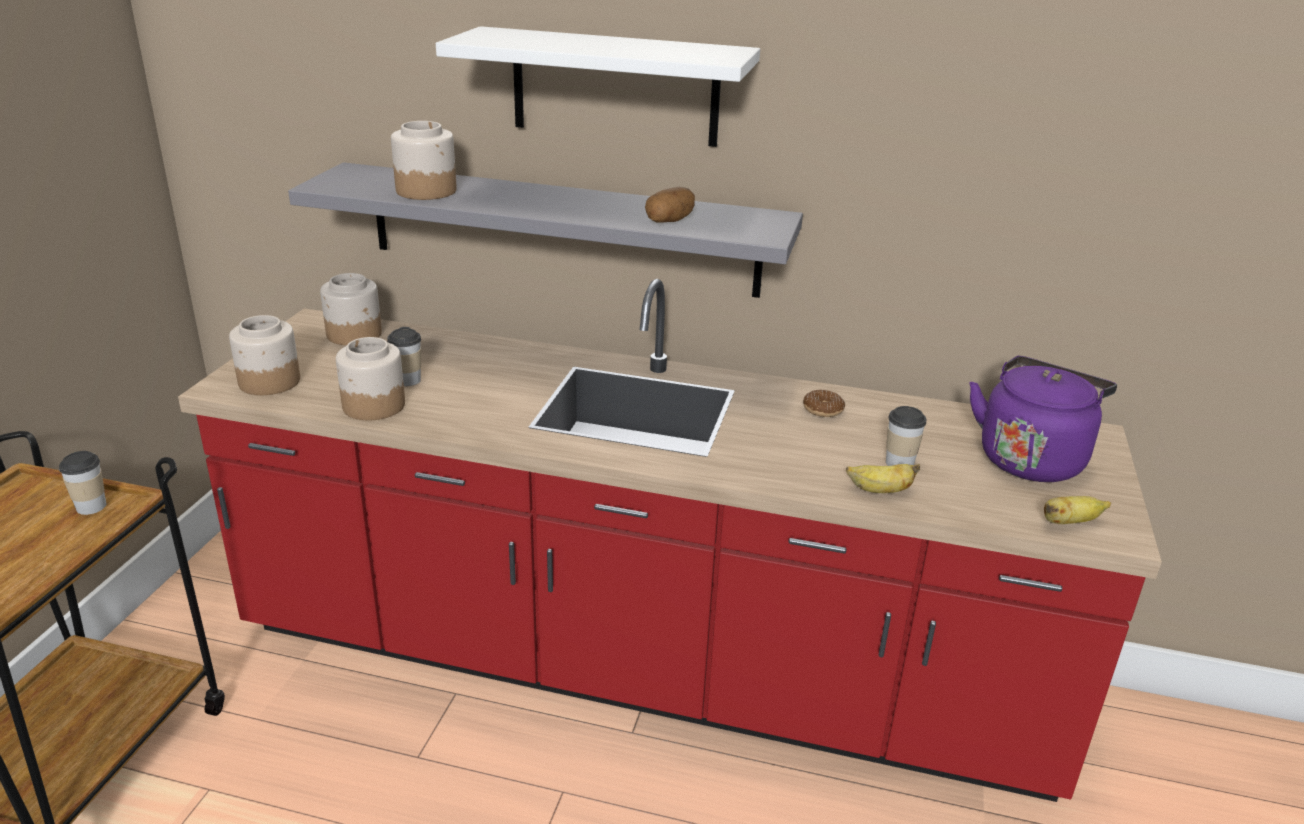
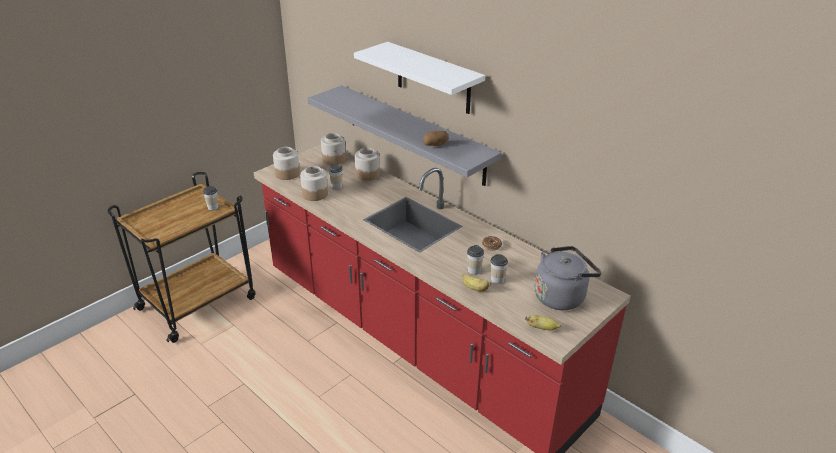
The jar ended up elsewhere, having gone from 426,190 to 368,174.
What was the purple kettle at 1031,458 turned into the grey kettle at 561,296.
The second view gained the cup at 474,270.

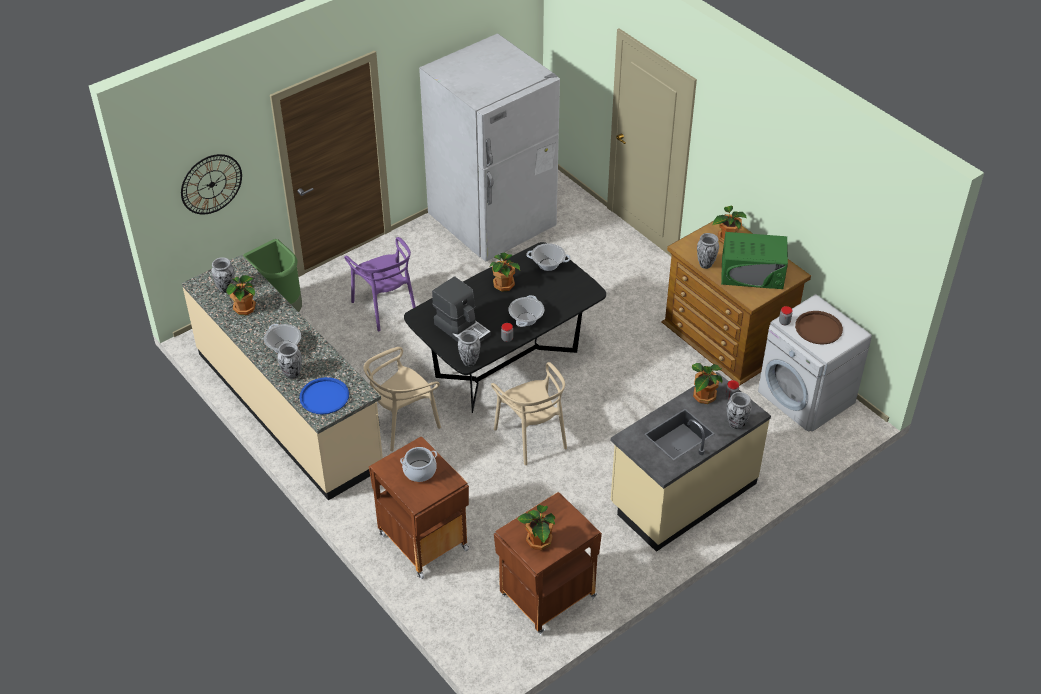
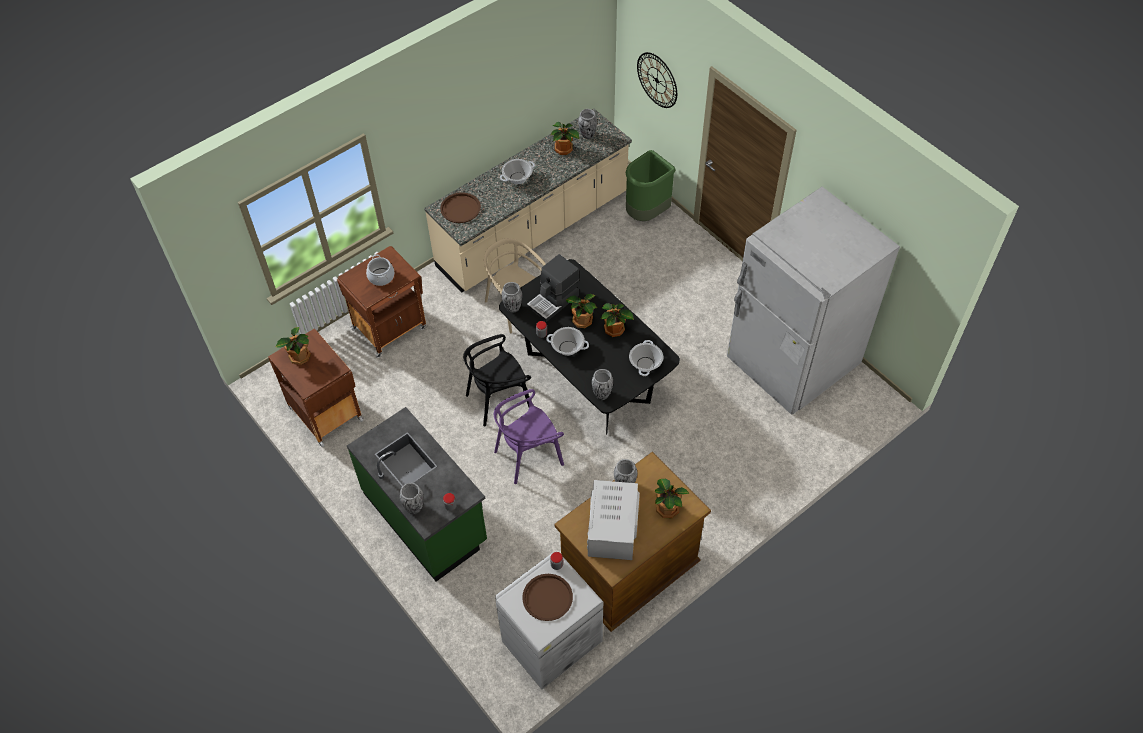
The vase ended up elsewhere, having gone from 292,374 to 602,394.
What was the blue tray at 324,396 turned into the brown tray at 460,208.
The purple chair ended up elsewhere, having gone from 386,307 to 528,455.
What was the beige chair at 532,437 turned into the black chair at 499,400.
What was the beige counter at 682,494 turned into the green counter at 426,517.
The potted plant ended up elsewhere, having gone from 703,396 to 582,320.
What was the green microwave at 752,273 turned into the white microwave at 612,528.

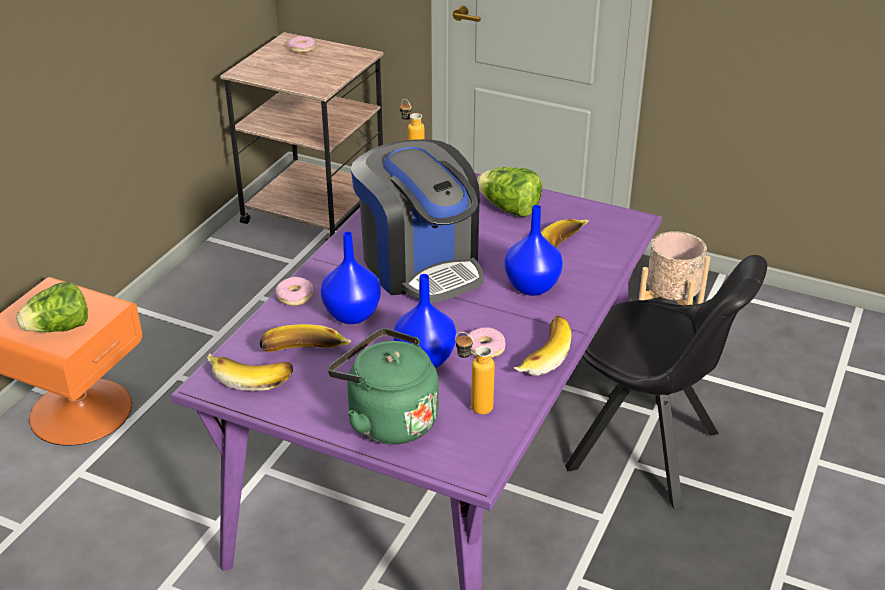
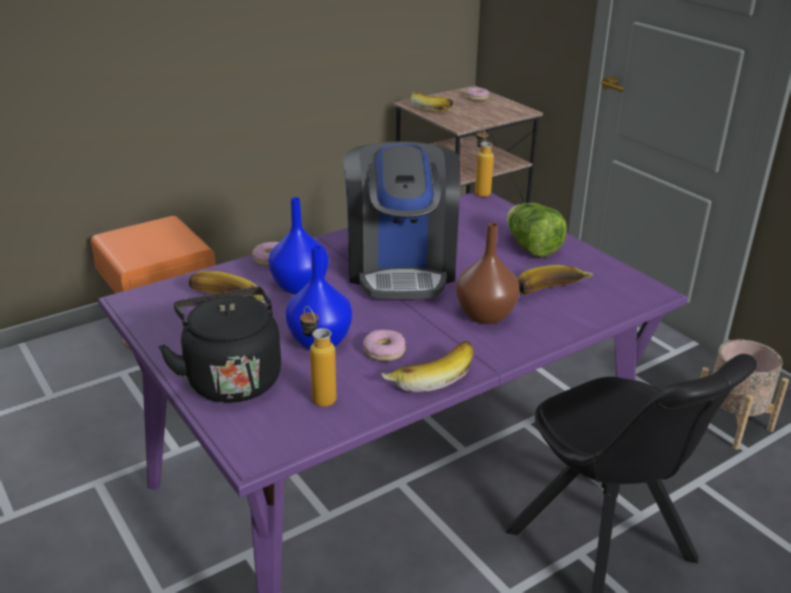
The second view lost the lettuce at 59,329.
The banana ended up elsewhere, having gone from 252,377 to 431,108.
What was the green kettle at 387,419 turned into the black kettle at 232,378.
What was the blue vase at 532,287 turned into the brown vase at 485,316.

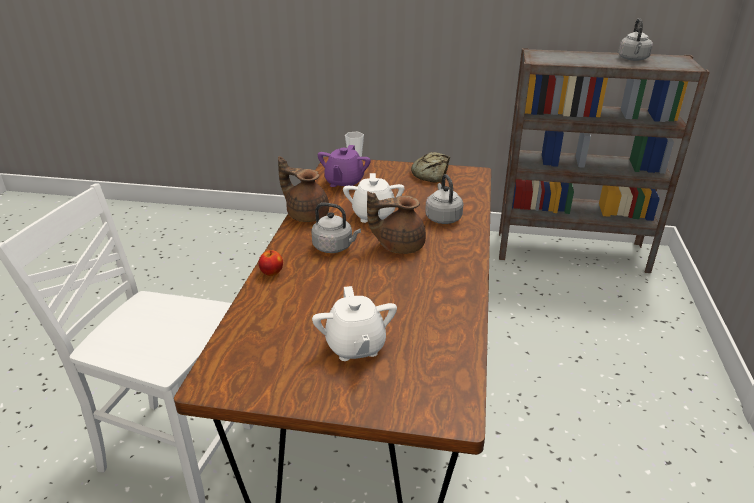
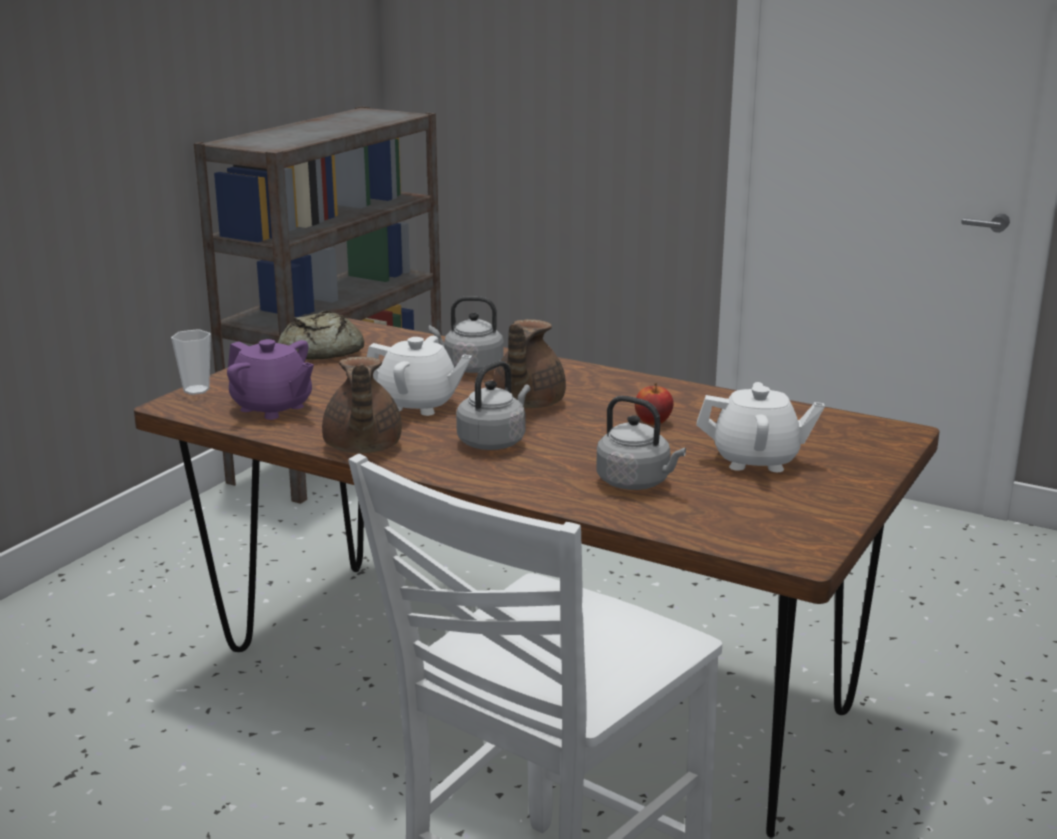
The apple ended up elsewhere, having gone from 271,272 to 653,422.
The brown teapot at 306,214 ended up facing another way, 60 degrees counterclockwise from before.
The grey kettle ended up elsewhere, having gone from 633,59 to 636,482.

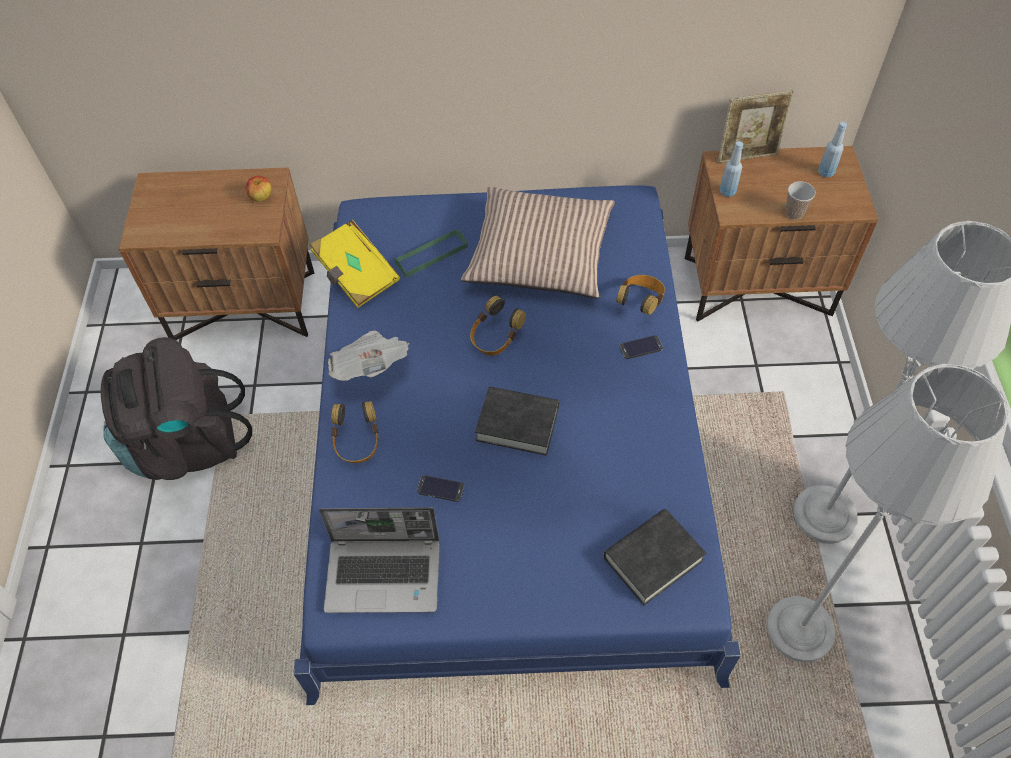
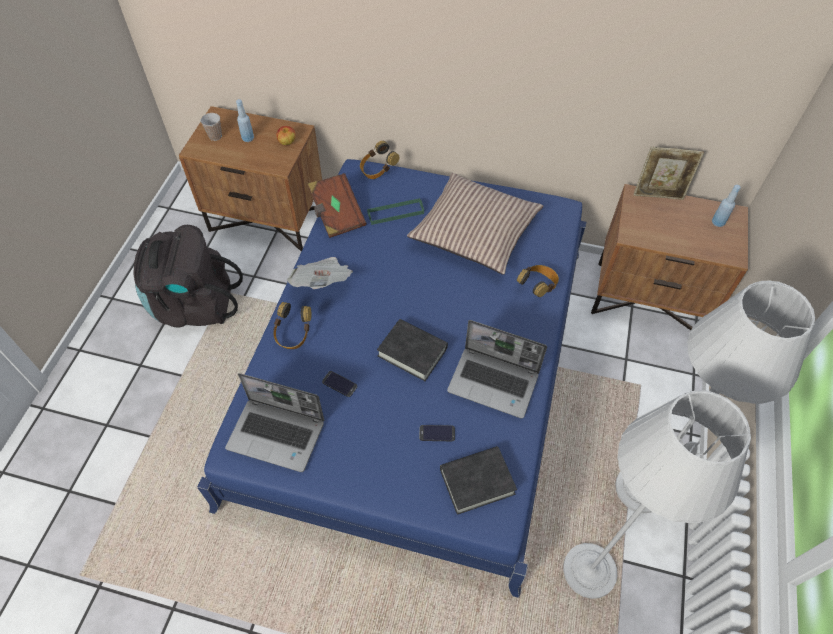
What was the yellow book at 356,275 turned into the brown book at 336,214.
The headphones ended up elsewhere, having gone from 495,338 to 378,170.
The phone ended up elsewhere, having gone from 641,347 to 437,433.
The blue bottle ended up elsewhere, having gone from 727,192 to 248,138.
The cup ended up elsewhere, having gone from 794,213 to 215,136.
The second view gained the laptop at 494,382.

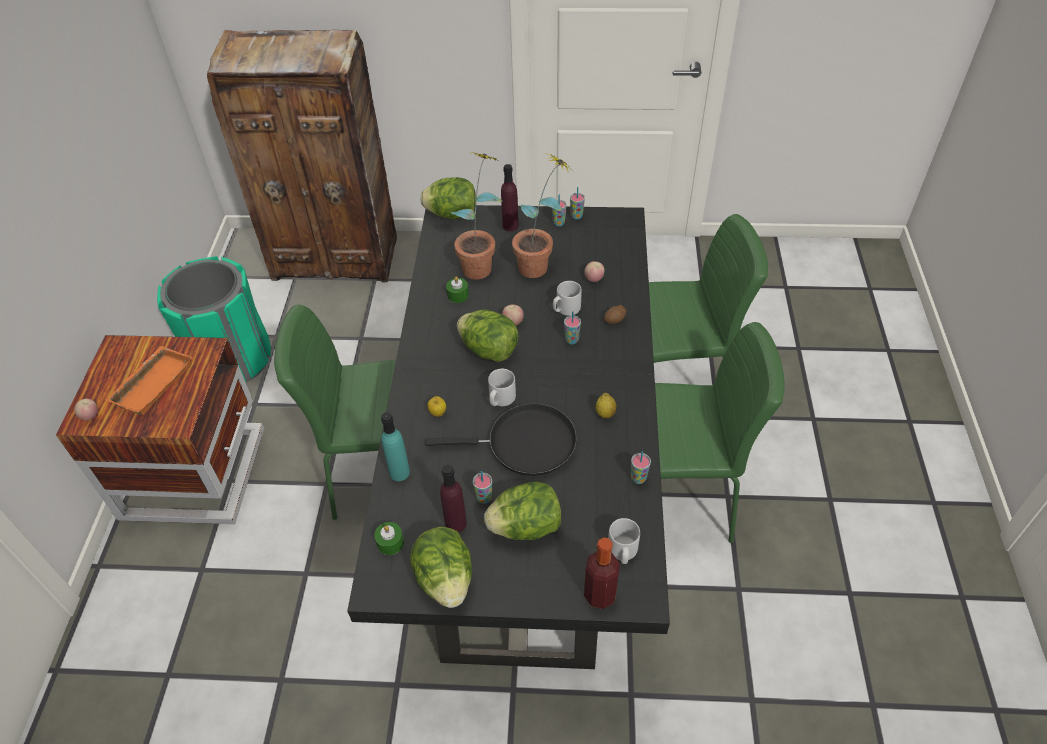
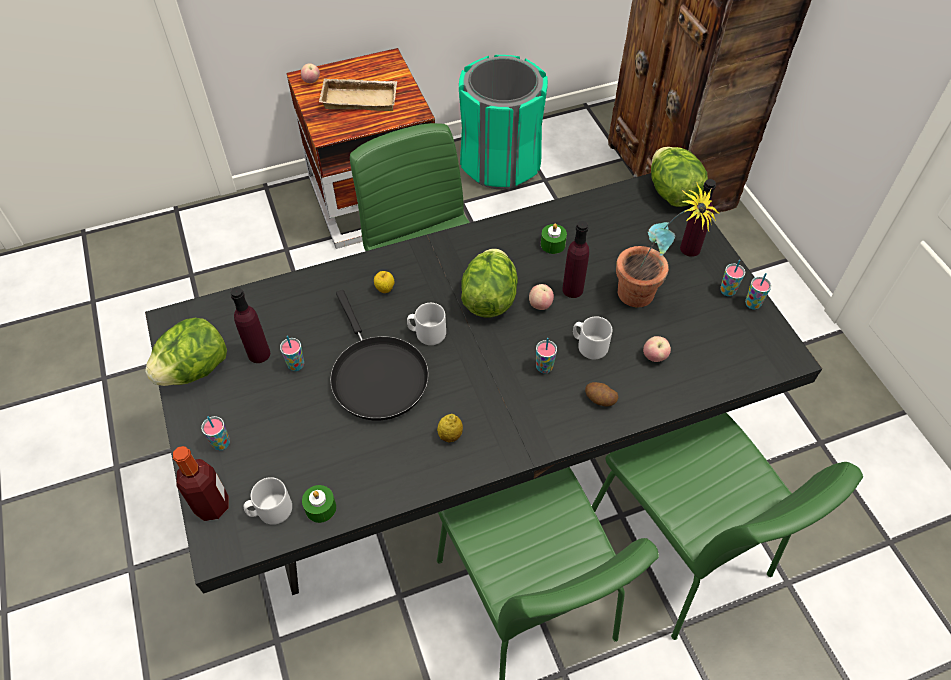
What was the orange tray at 152,383 turned into the beige tray at 361,98.
The green candle ended up elsewhere, having gone from 390,543 to 320,508.
The second view lost the turquoise bottle at 399,472.
The second view lost the potted plant at 481,263.
The second view lost the lettuce at 526,526.
The cup ended up elsewhere, having gone from 638,478 to 221,443.
The second view gained the purple bottle at 572,289.

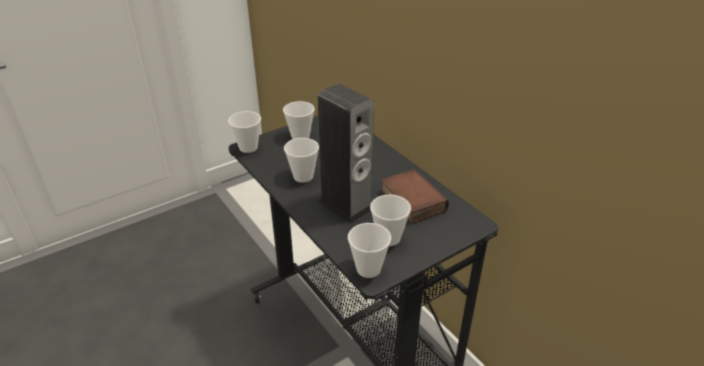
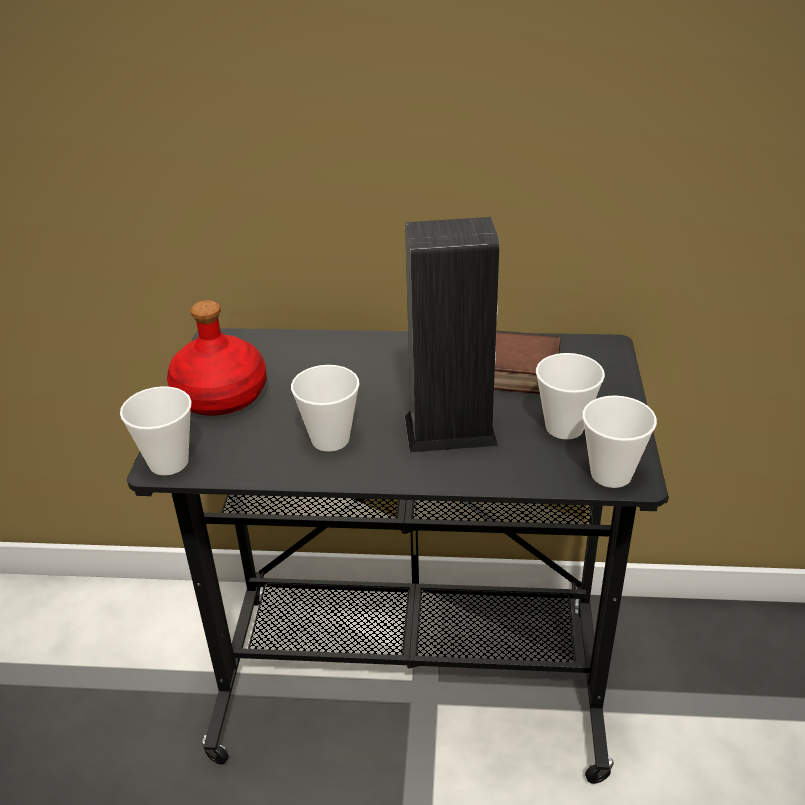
Where the cup stood at 300,136, the red bottle came to stand at 219,396.

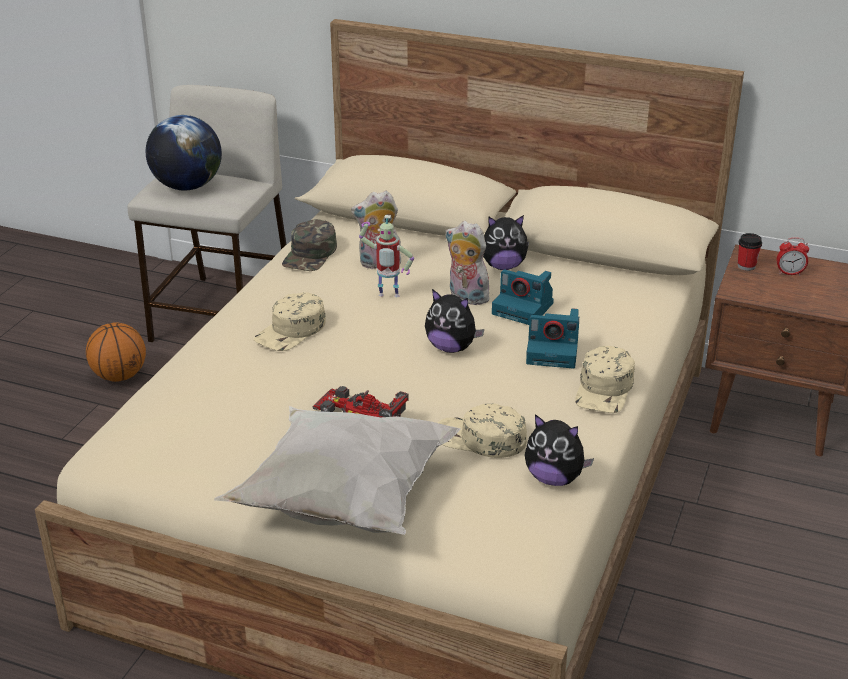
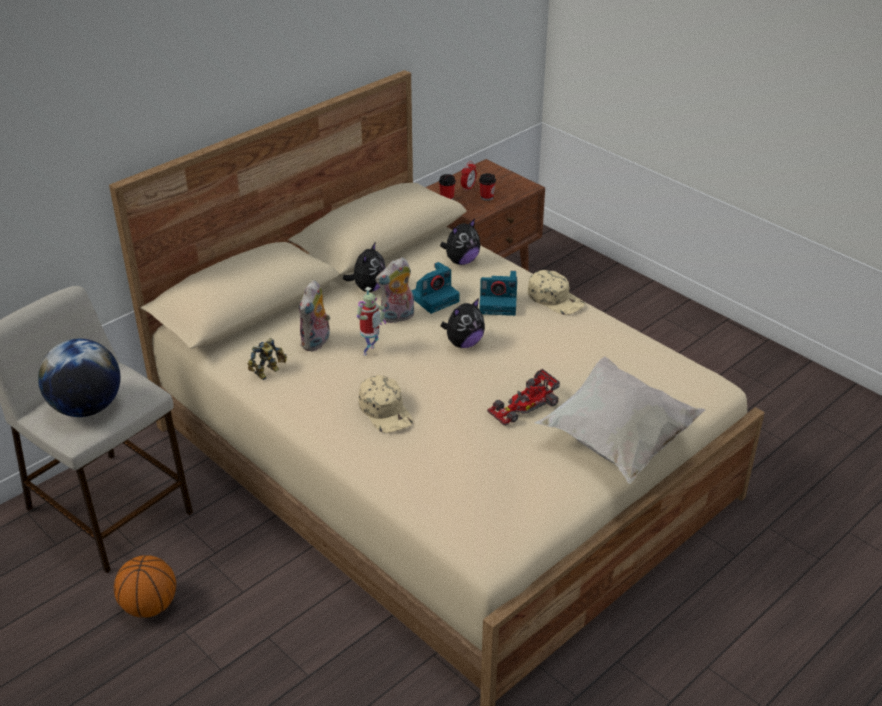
Where the green cap stood at 310,254, the toy robot came to stand at 269,372.
The second view lost the beige cap at 480,439.
The plush toy ended up elsewhere, having gone from 554,478 to 461,261.
The photo camera at 554,351 ended up facing another way, 60 degrees clockwise from before.
The second view gained the cup at 487,197.

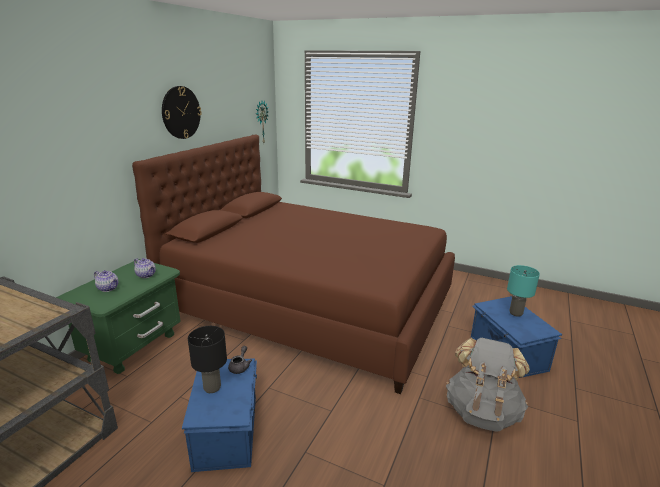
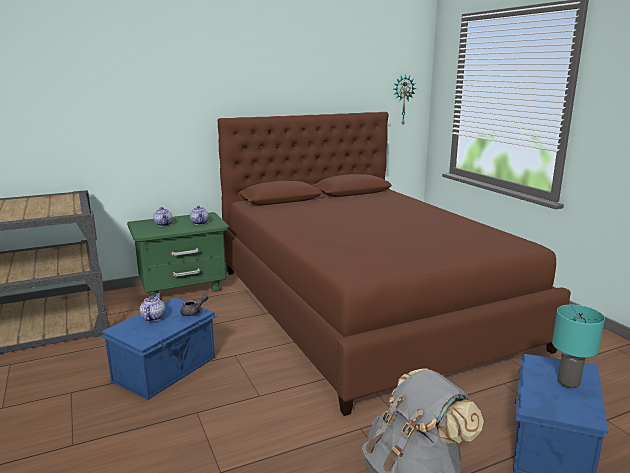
The second view lost the wall clock at 181,112.
Where the black table lamp stood at 211,389, the teapot came to stand at 153,317.

